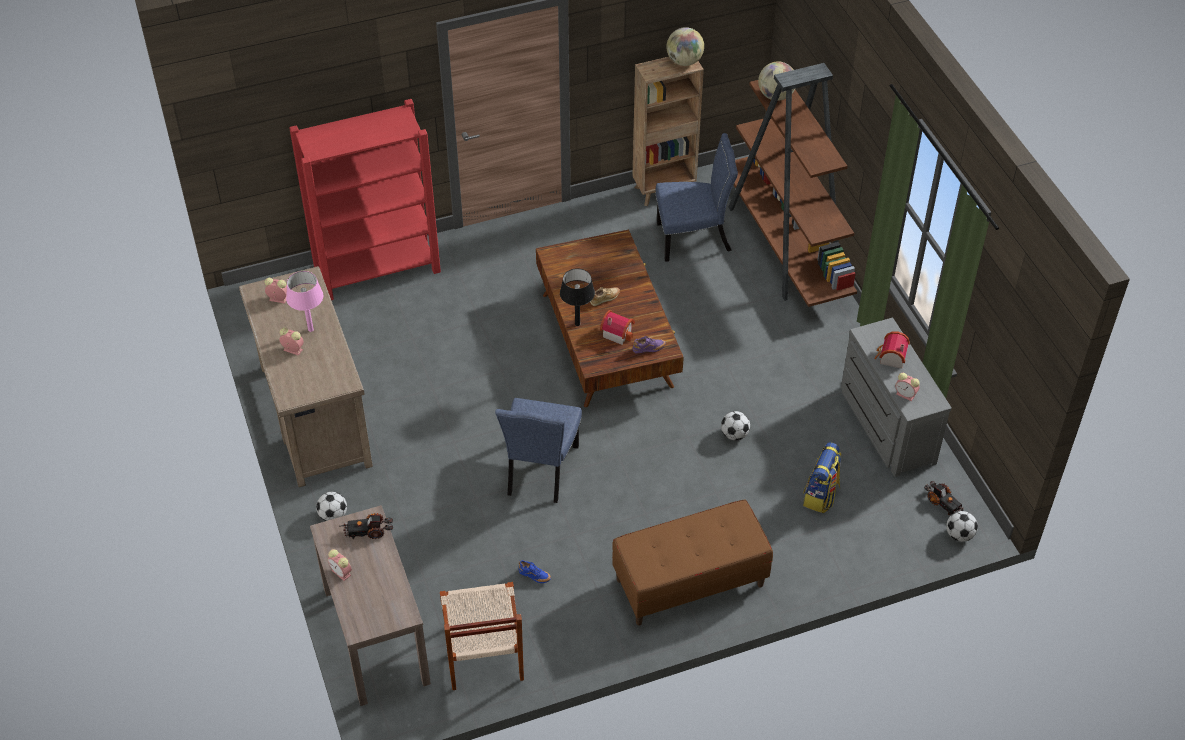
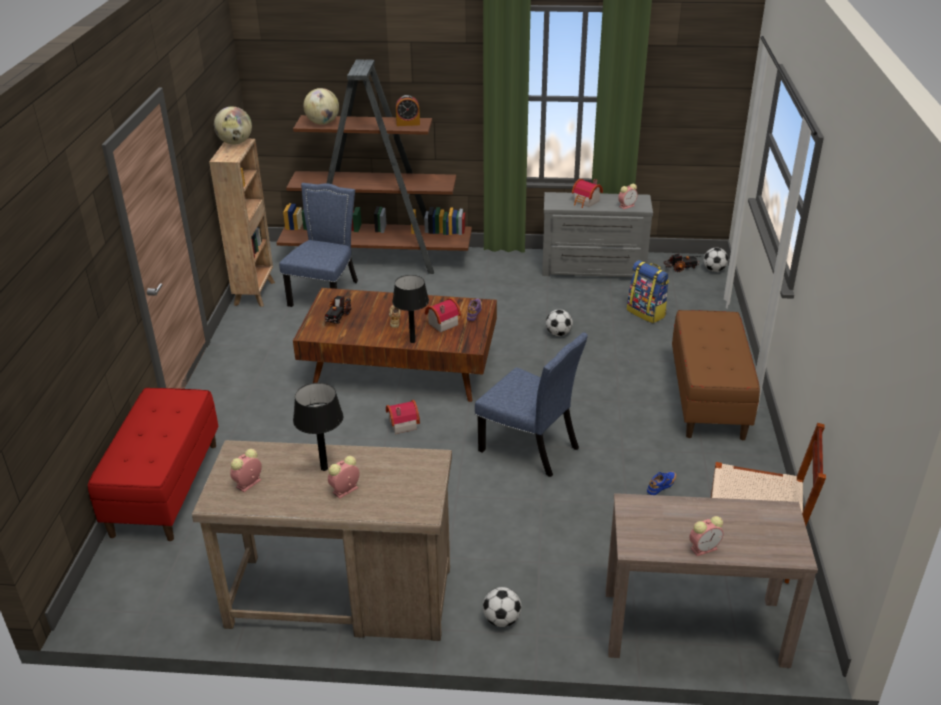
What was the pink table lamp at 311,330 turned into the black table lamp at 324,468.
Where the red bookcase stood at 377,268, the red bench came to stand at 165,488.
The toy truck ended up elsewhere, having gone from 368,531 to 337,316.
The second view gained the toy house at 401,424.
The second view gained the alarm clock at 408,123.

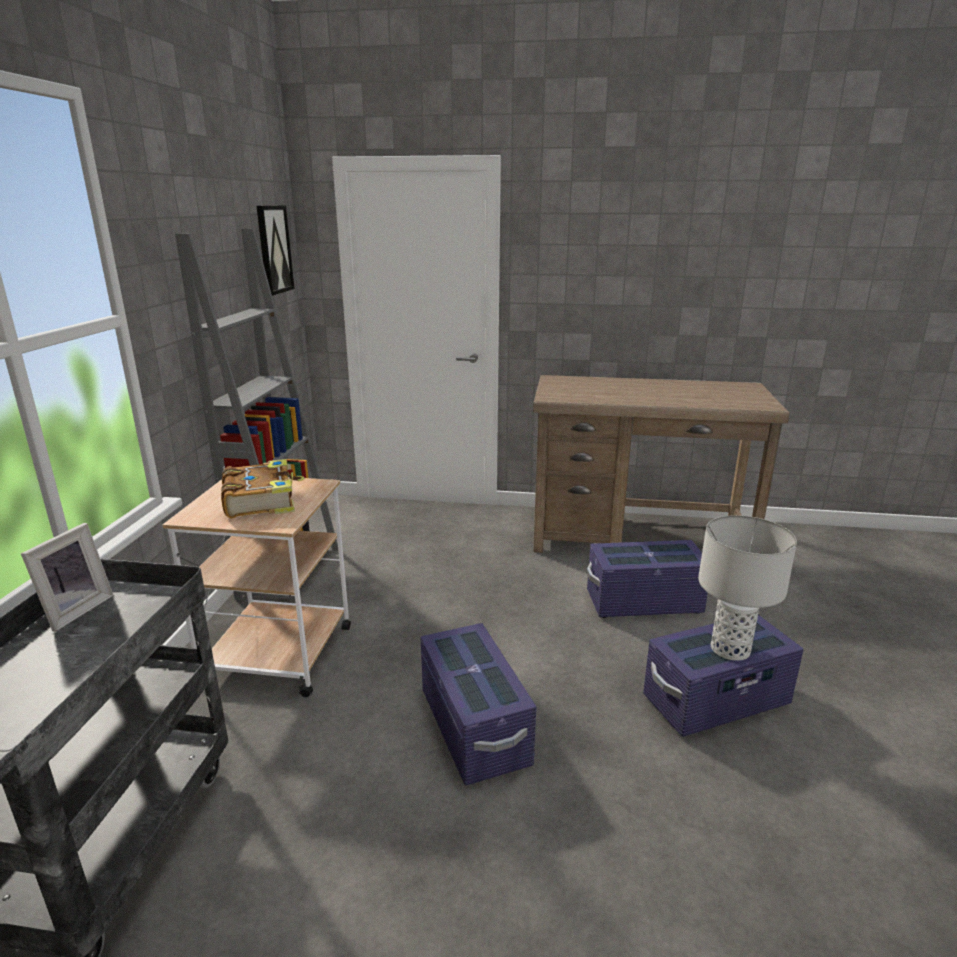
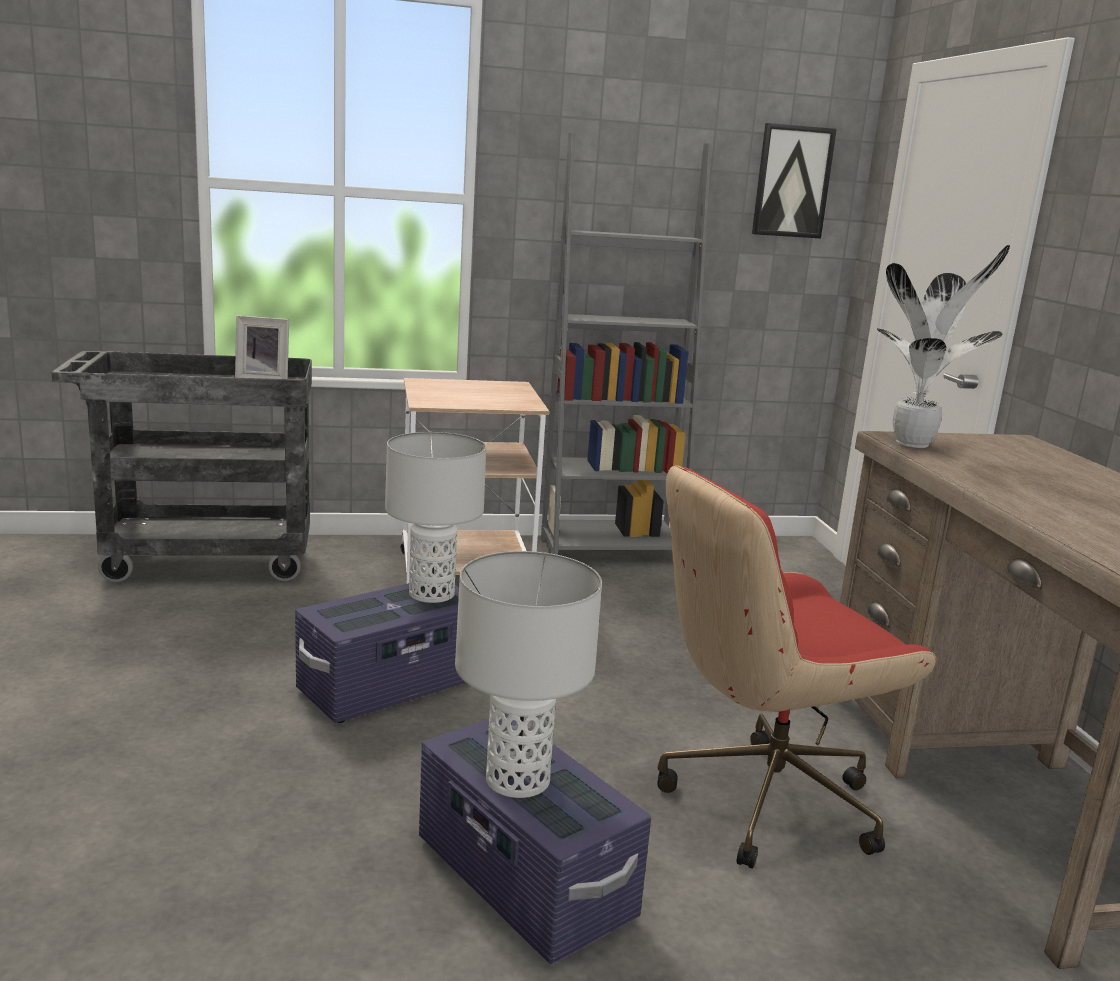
The second view lost the book at 261,501.
Where the purple storage box stood at 643,602, the red office chair came to stand at 763,805.
The second view gained the white table lamp at 430,593.
The second view gained the potted plant at 915,445.

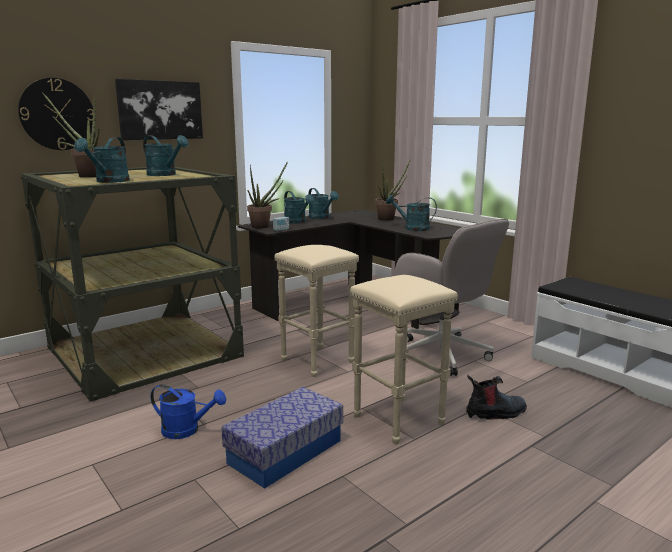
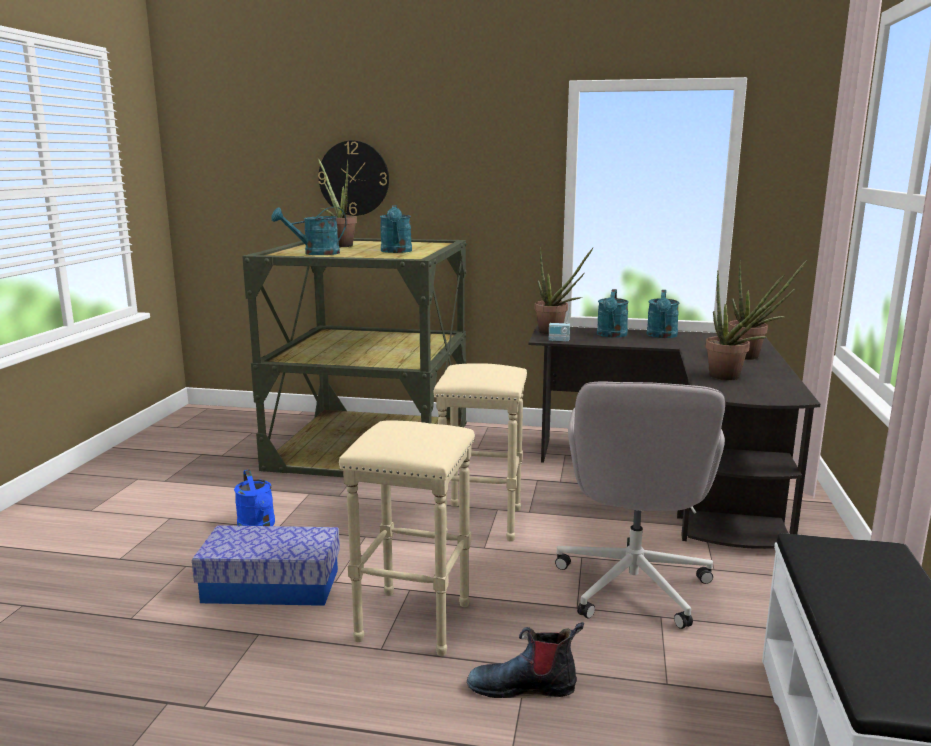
The second view lost the picture at 160,110.
Where the turquoise watering can stood at 412,228, the potted plant came to stand at 730,378.
The boot at 495,413 ended up facing another way, 150 degrees clockwise from before.

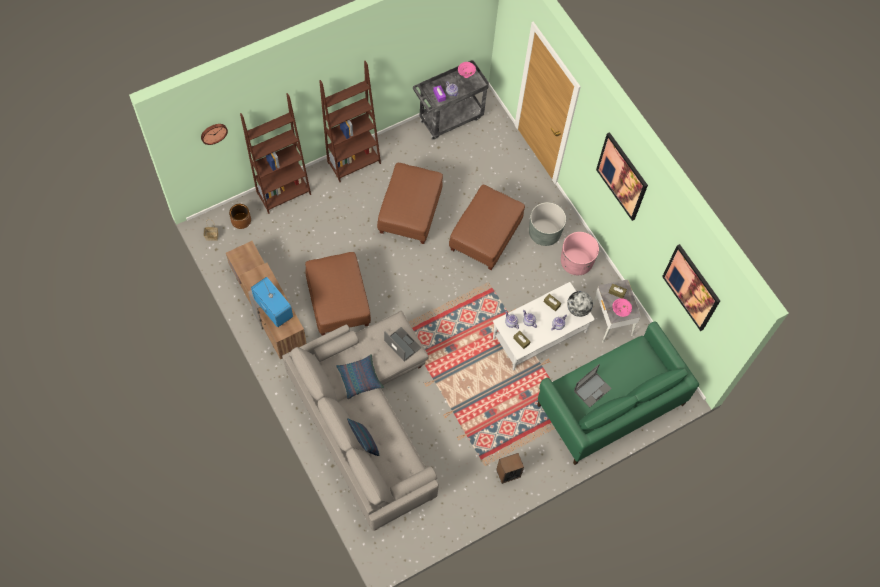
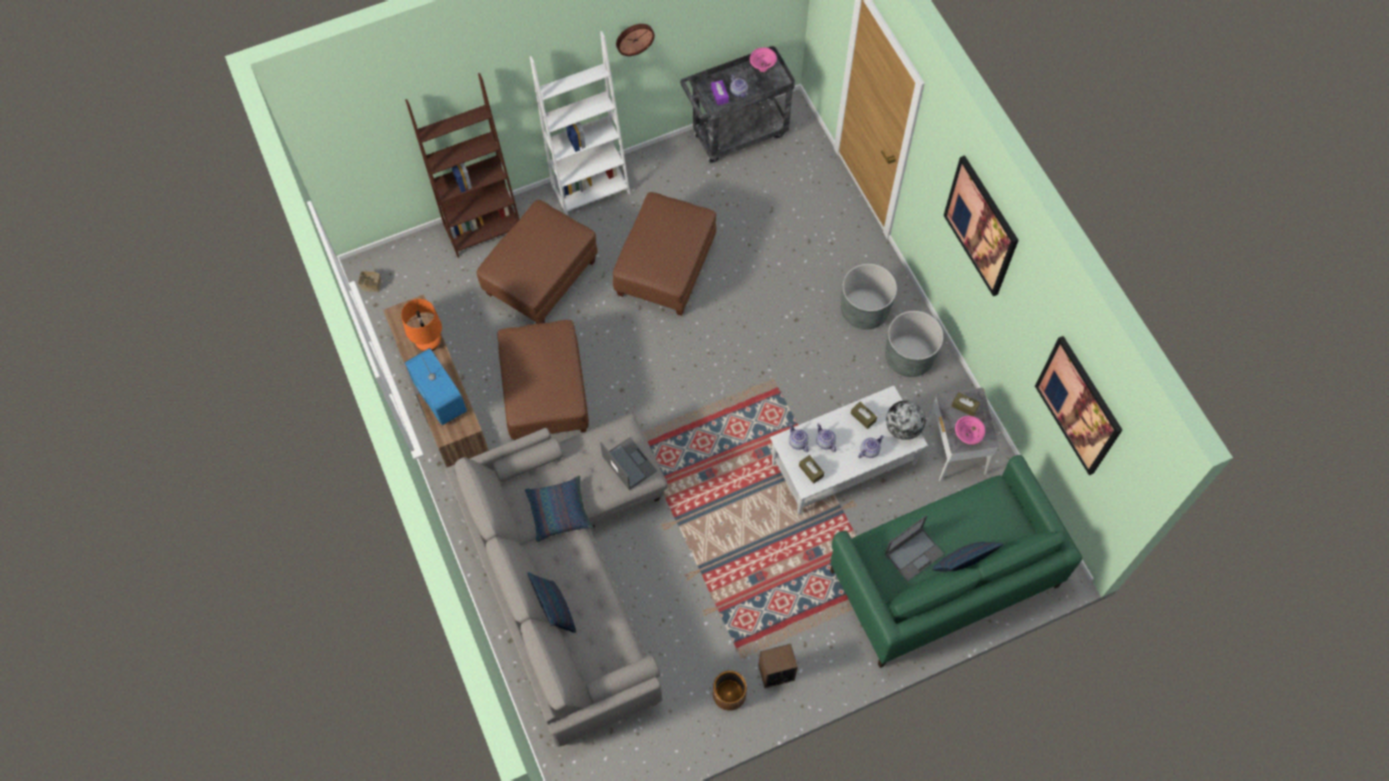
The wall clock ended up elsewhere, having gone from 213,133 to 634,38.
The brown planter ended up elsewhere, having gone from 241,220 to 729,693.
What was the brown bookcase at 353,162 turned into the white bookcase at 590,189.
The brown ottoman ended up elsewhere, having gone from 485,237 to 541,278.
What was the pink planter at 576,262 turned into the grey planter at 909,357.
The second view gained the orange table lamp at 429,343.
The second view gained the blue pillow at 962,564.

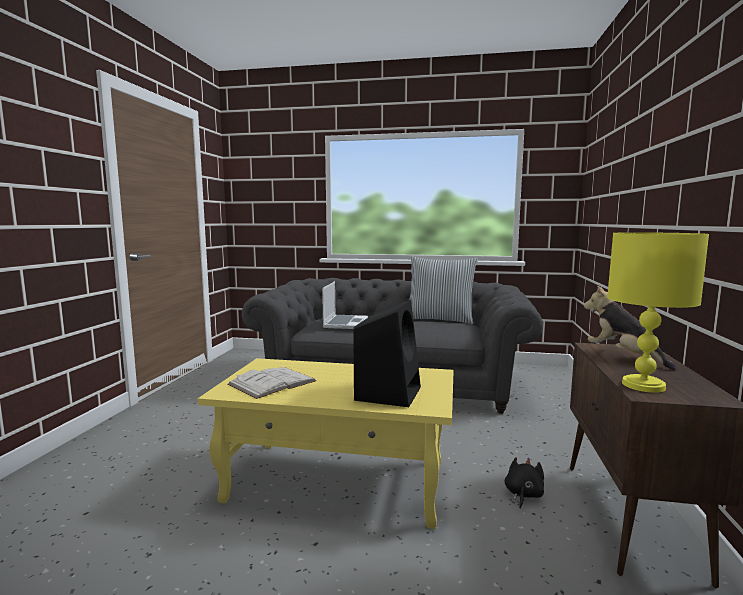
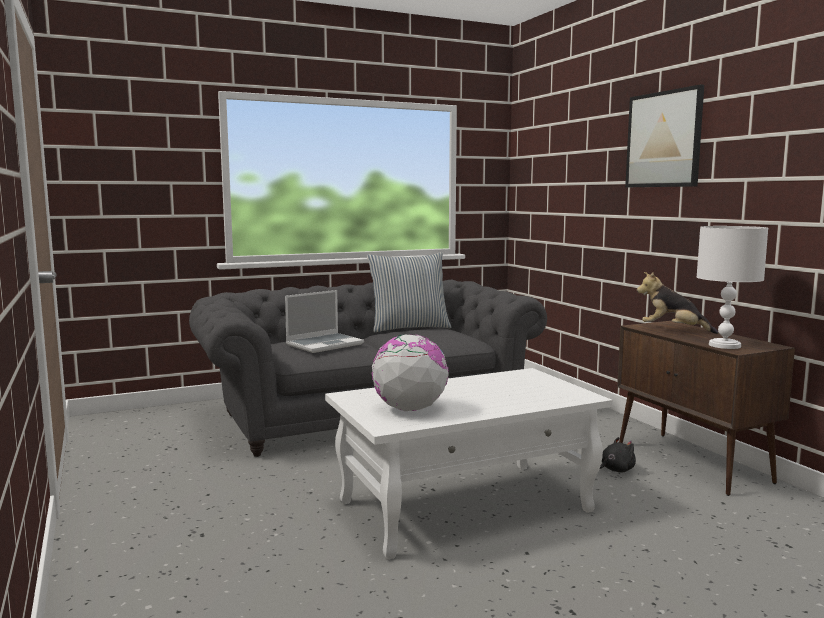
What was the yellow coffee table at 339,480 turned into the white coffee table at 466,506.
Where the white book stood at 272,382, the globe came to stand at 409,409.
The laptop at 345,323 ended up facing another way, 75 degrees clockwise from before.
The second view lost the black speaker at 388,393.
The black plush toy at 523,495 ended up facing another way, 75 degrees clockwise from before.
What was the yellow table lamp at 642,385 turned into the white table lamp at 723,345.
The second view gained the picture at 663,139.

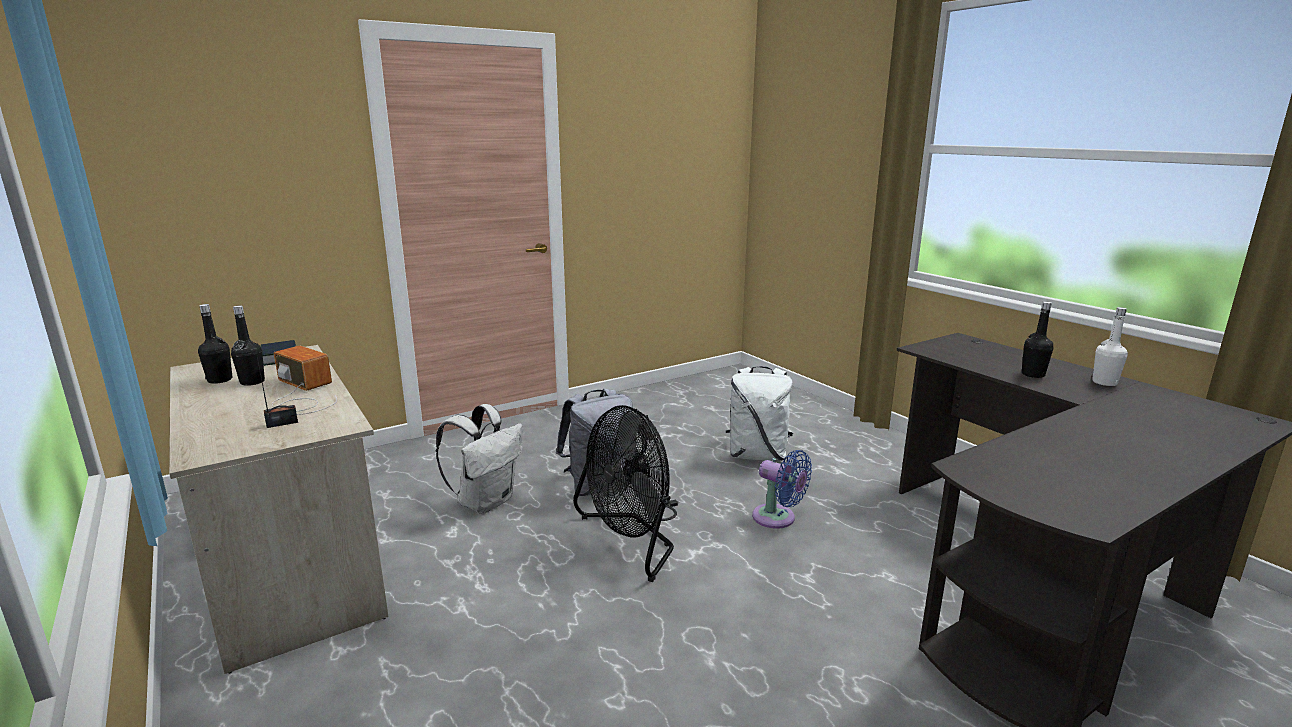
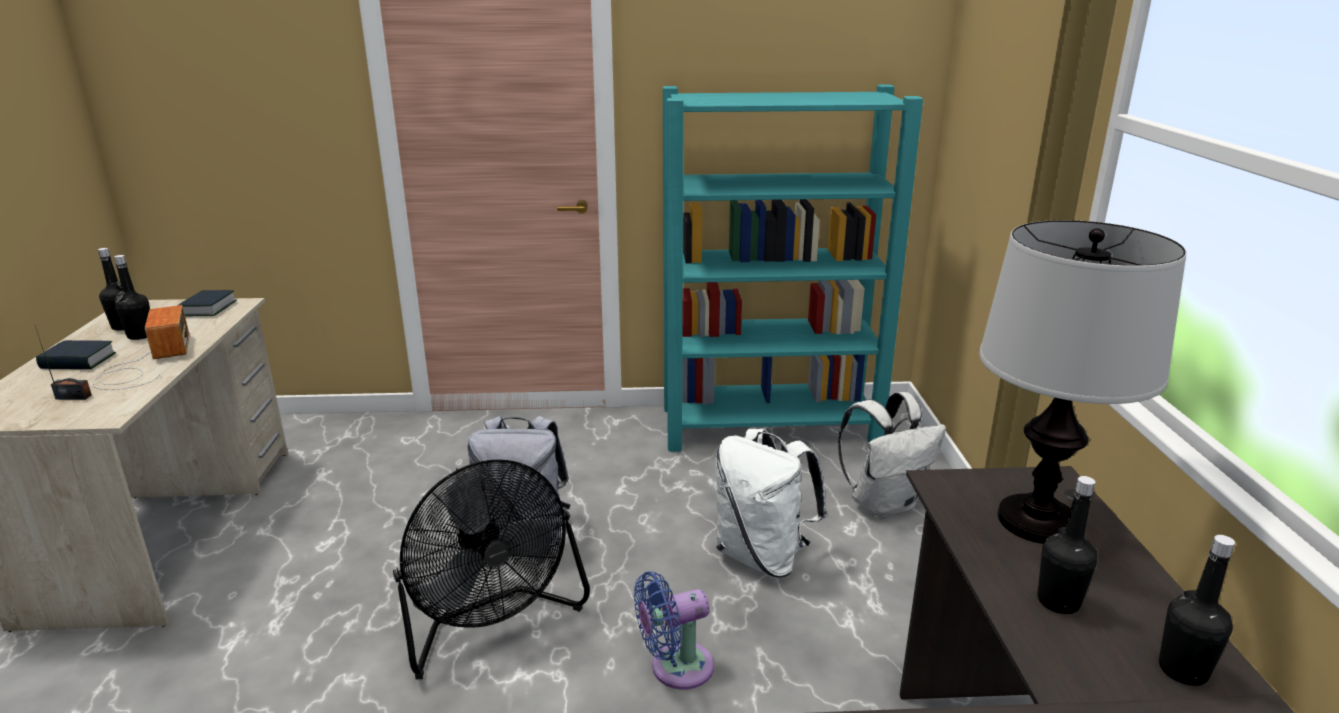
The white backpack ended up elsewhere, having gone from 486,501 to 884,504.
The black fan at 635,536 ended up facing another way, 120 degrees counterclockwise from before.
The blue fan at 778,518 ended up facing another way, 90 degrees clockwise from before.
What was the white bottle at 1104,382 turned into the black bottle at 1183,670.
The second view gained the book at 78,361.
The second view gained the turquoise bookcase at 769,425.
The second view gained the table lamp at 1037,520.

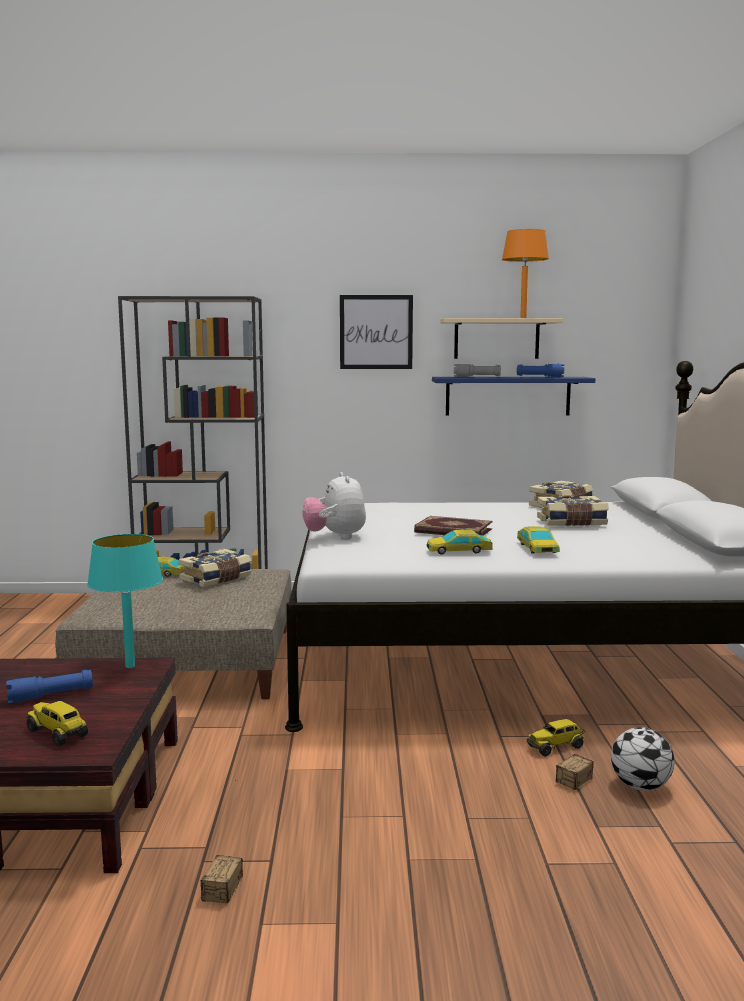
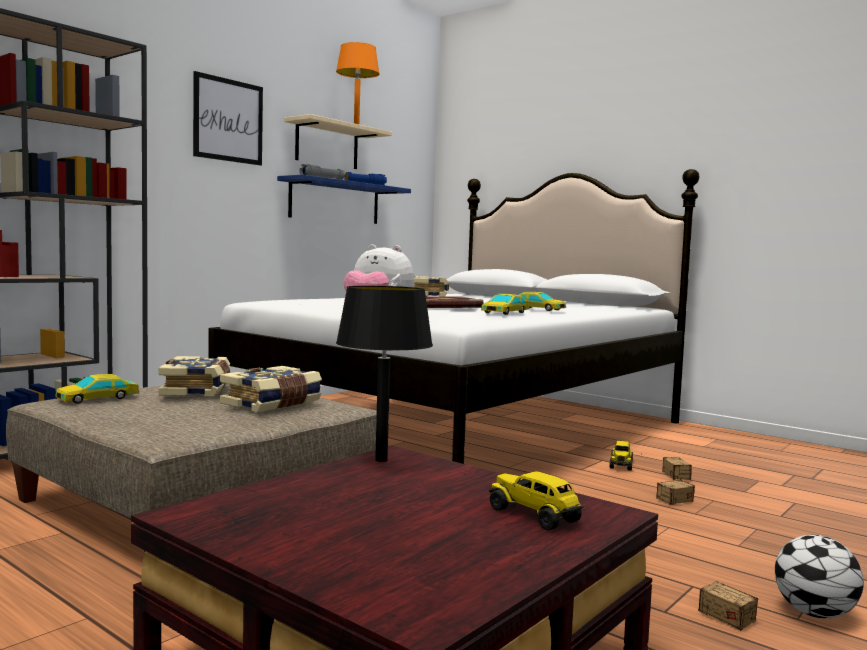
The second view lost the blue flashlight at 51,695.
The toy truck at 58,733 ended up facing another way, 60 degrees clockwise from before.
What was the turquoise table lamp at 130,666 turned into the black table lamp at 381,460.
The book ended up elsewhere, having gone from 572,522 to 273,404.
The football ended up elsewhere, having gone from 640,786 to 815,614.
The second view gained the storage box at 659,503.

